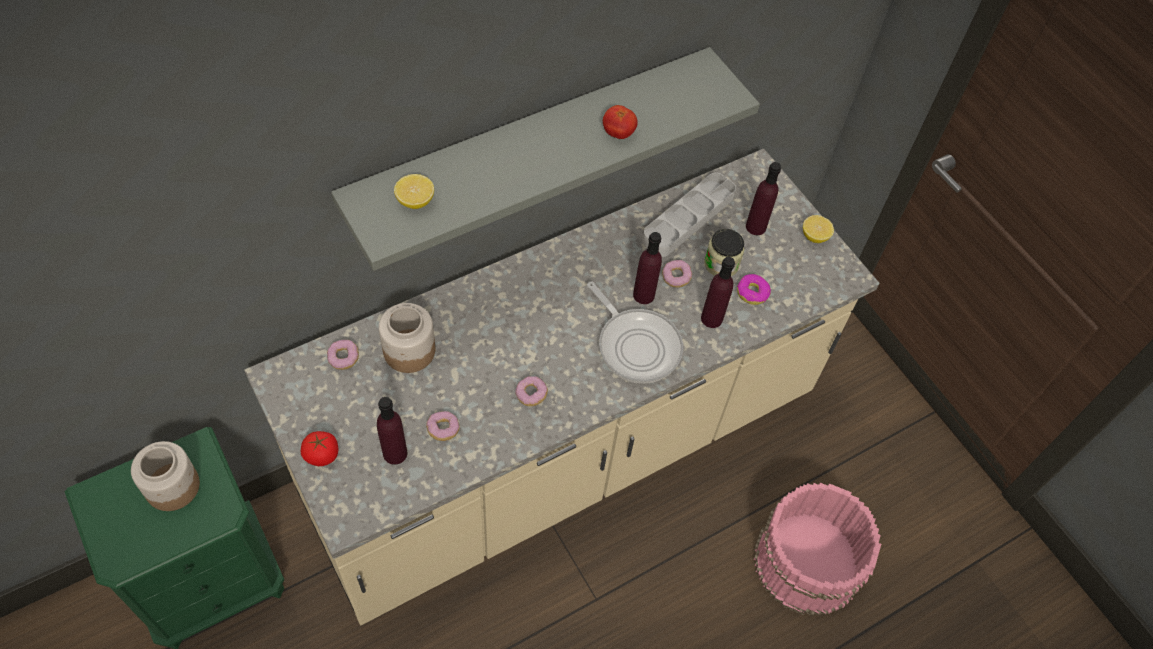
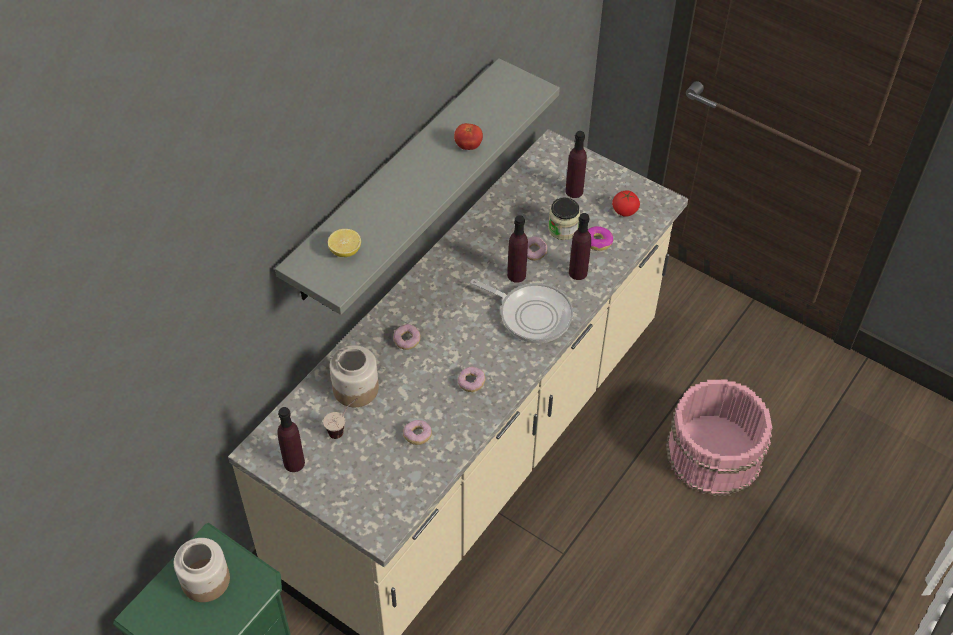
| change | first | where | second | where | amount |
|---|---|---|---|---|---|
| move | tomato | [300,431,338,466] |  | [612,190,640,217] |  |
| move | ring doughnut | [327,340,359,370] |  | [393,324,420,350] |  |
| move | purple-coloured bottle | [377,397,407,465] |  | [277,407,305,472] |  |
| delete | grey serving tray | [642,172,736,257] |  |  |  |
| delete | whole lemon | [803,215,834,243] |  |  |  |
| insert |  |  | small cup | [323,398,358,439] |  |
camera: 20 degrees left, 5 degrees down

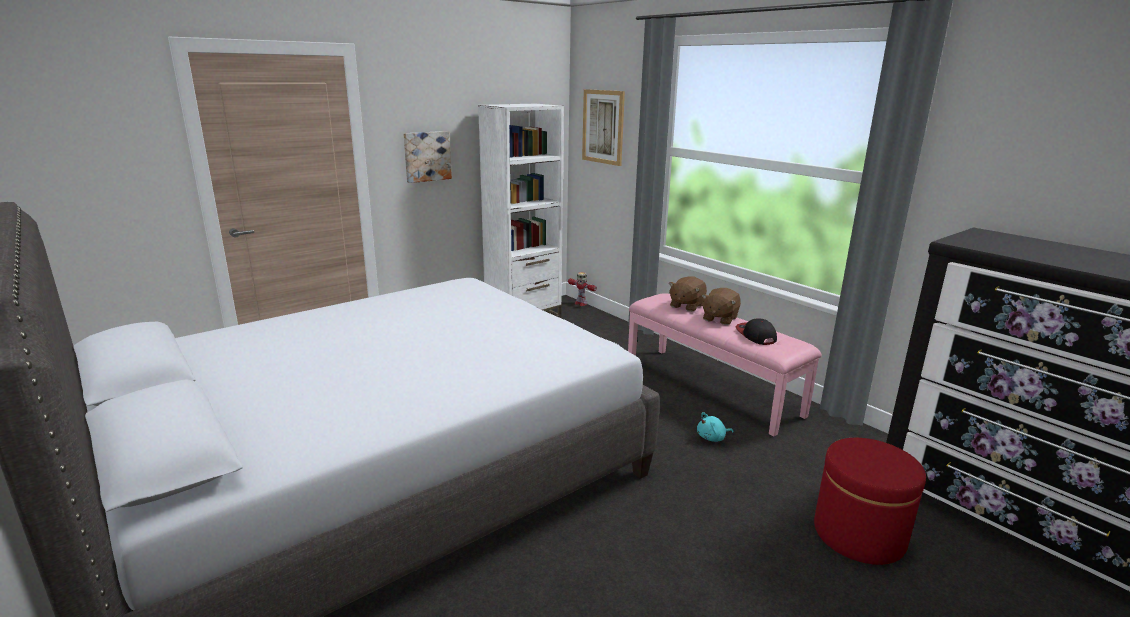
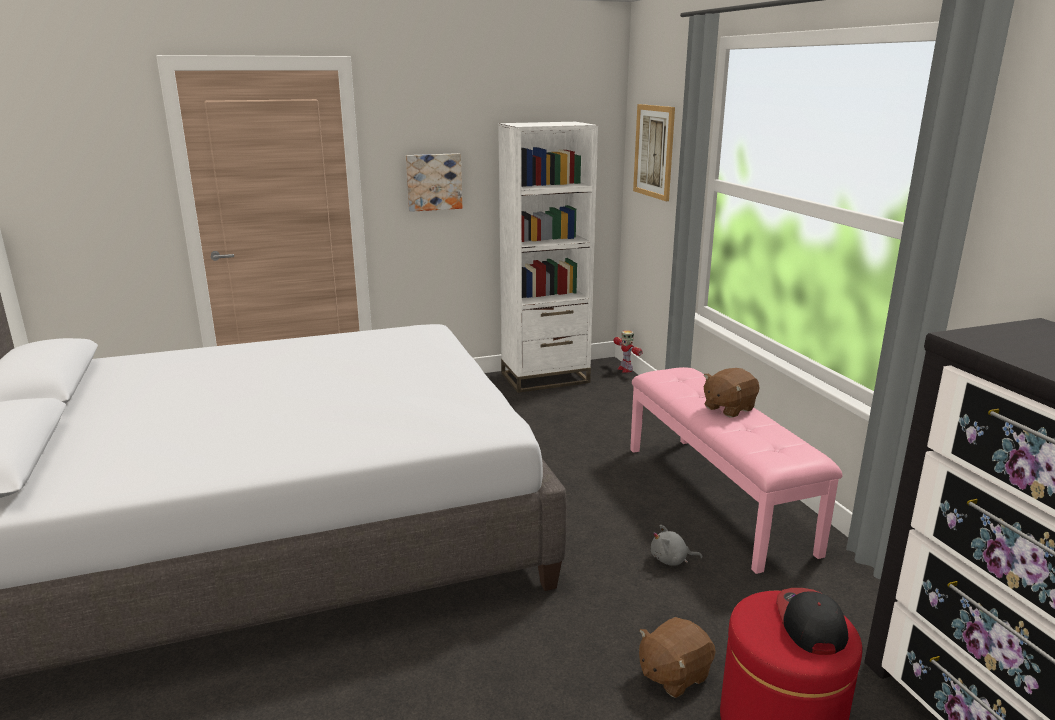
| change | first | where | second | where | amount |
|---|---|---|---|---|---|
| move | brown soft toy | [669,276,707,312] |  | [639,617,716,698] |  |
| recolor | turquoise-coloured soft toy | [697,412,733,442] | grey soft toy | [651,525,702,566] |  |
| move | baseball cap | [736,319,777,345] |  | [776,588,848,655] |  |
camera: 20 degrees right, 0 degrees up

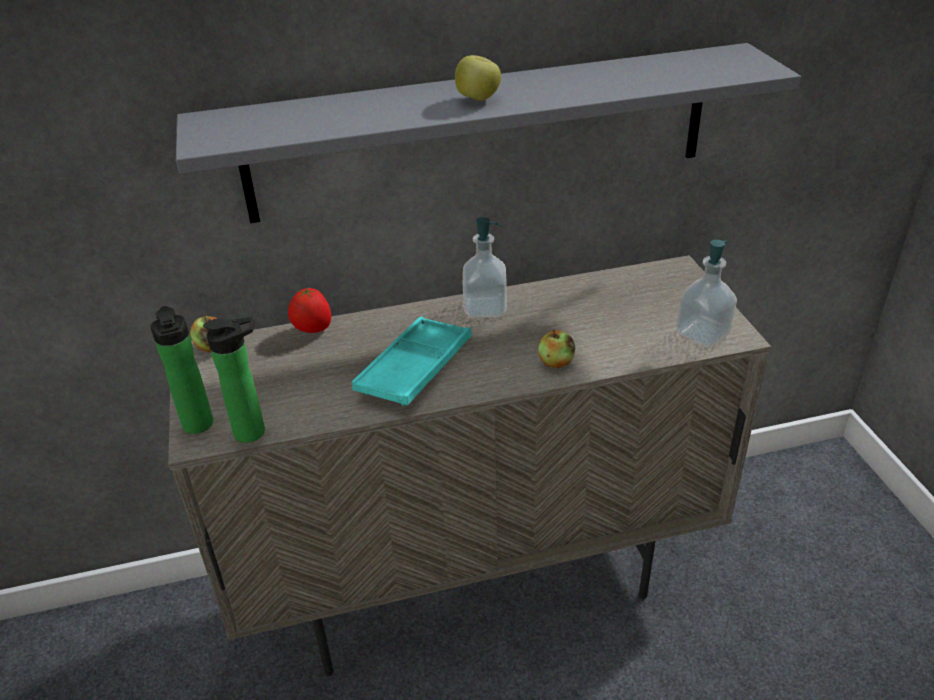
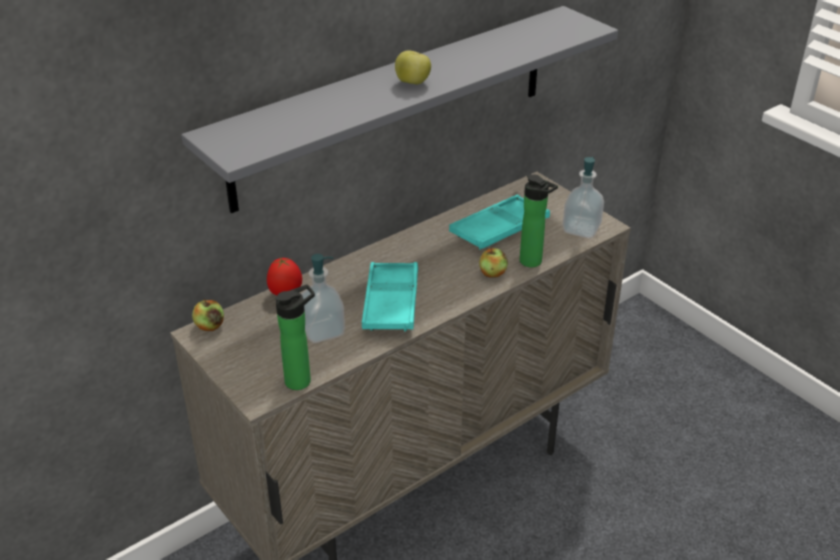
| change | first | where | second | where | amount |
|---|---|---|---|---|---|
| move | bottle | [150,306,213,434] |  | [520,174,558,267] |  |
| move | soap dispenser | [463,217,507,318] |  | [301,254,345,343] |  |
| insert |  |  | turquoise-coloured serving tray | [449,195,550,250] |  |
camera: 25 degrees left, 0 degrees up

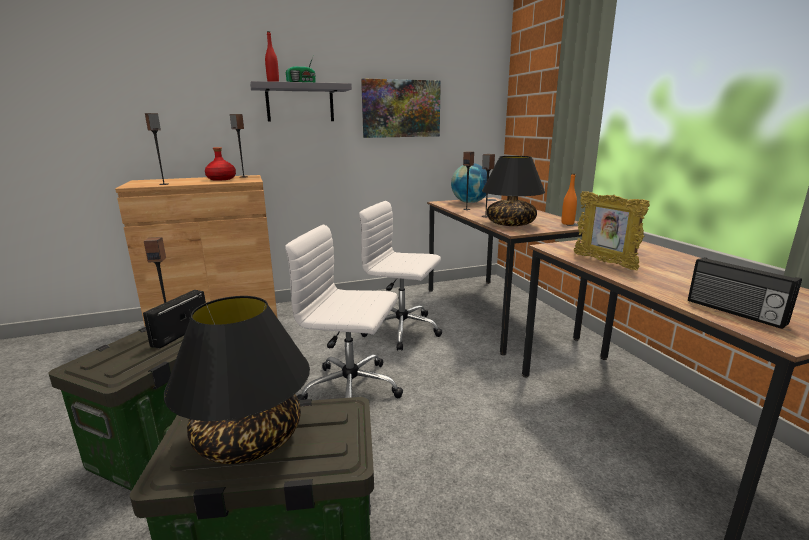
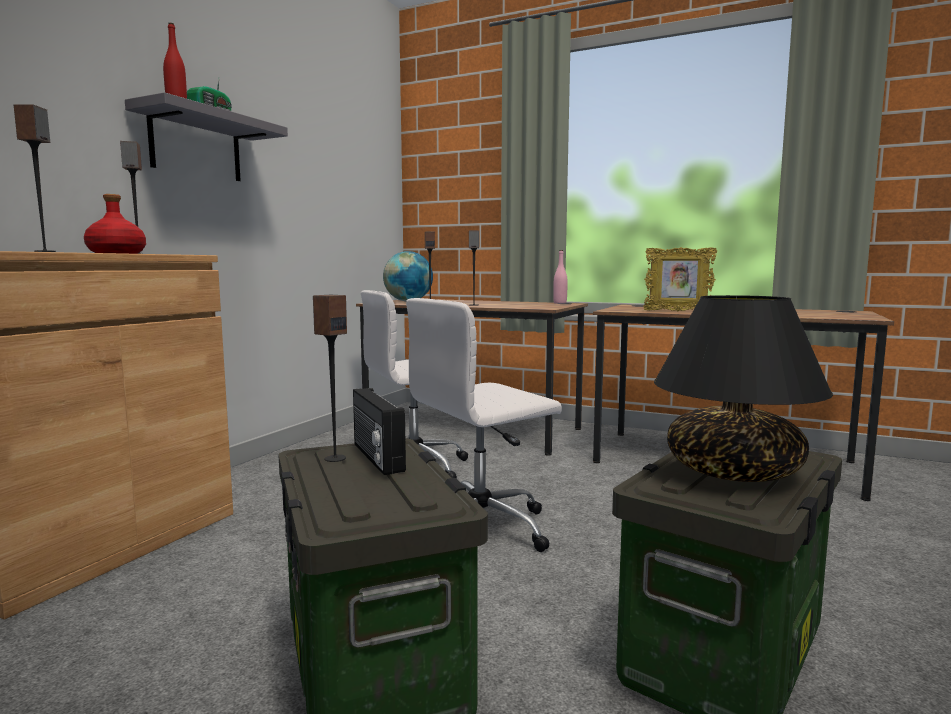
| change | first | where | second | where | amount |
|---|---|---|---|---|---|
| delete | wall art | [361,78,441,138] |  |  |  |
| delete | blackish tabletop lamp | [482,156,545,226] |  |  |  |
| recolor | orangey bottle | [561,173,577,225] | pinkish bottle | [553,250,568,304] |  |
| delete | radio receiver | [688,257,802,329] |  |  |  |
camera: 45 degrees left, 10 degrees down

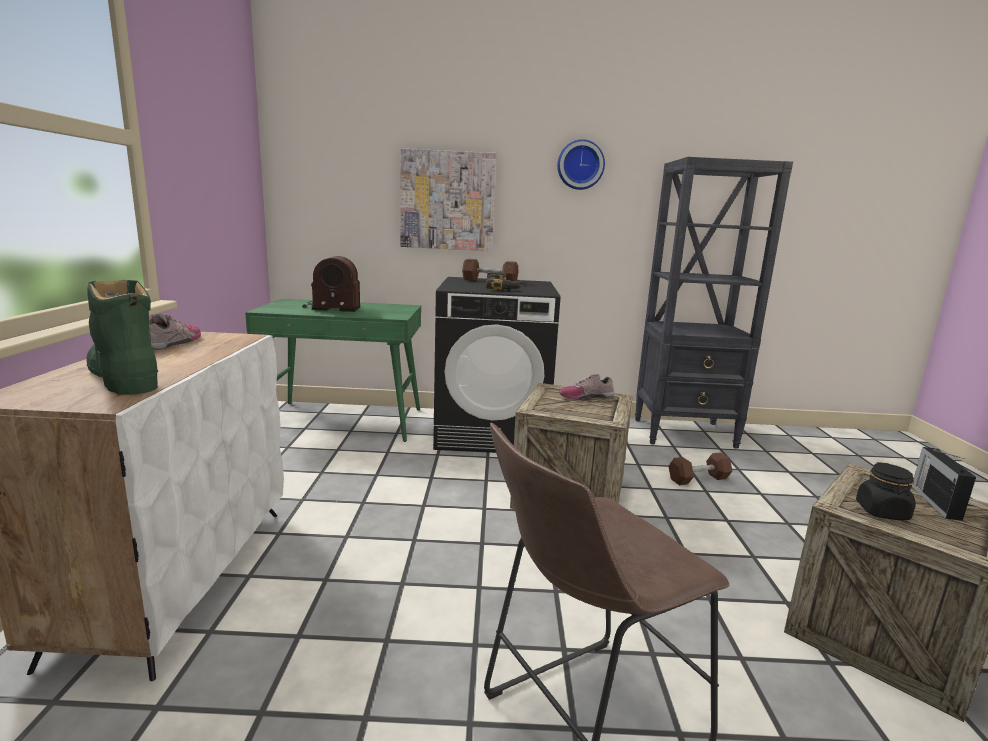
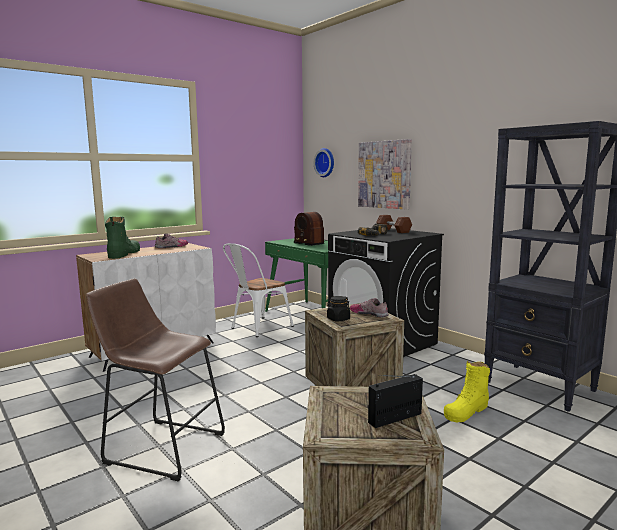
| change | first | where | second | where | amount |
|---|---|---|---|---|---|
| move | clock on the wall | [557,139,605,190] |  | [314,148,334,177] |  |
| replace | brown free weight | [668,452,733,485] | yellow-coloured high-top boot | [444,361,490,423] |  |
| move | blackish preserve jar | [856,462,915,520] |  | [327,296,350,322] |  |
| insert |  |  | white upright chair | [223,243,294,337] |  |
camera: 50 degrees right, 5 degrees down

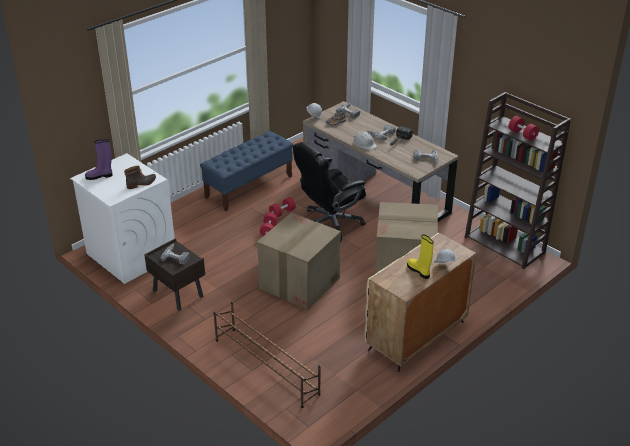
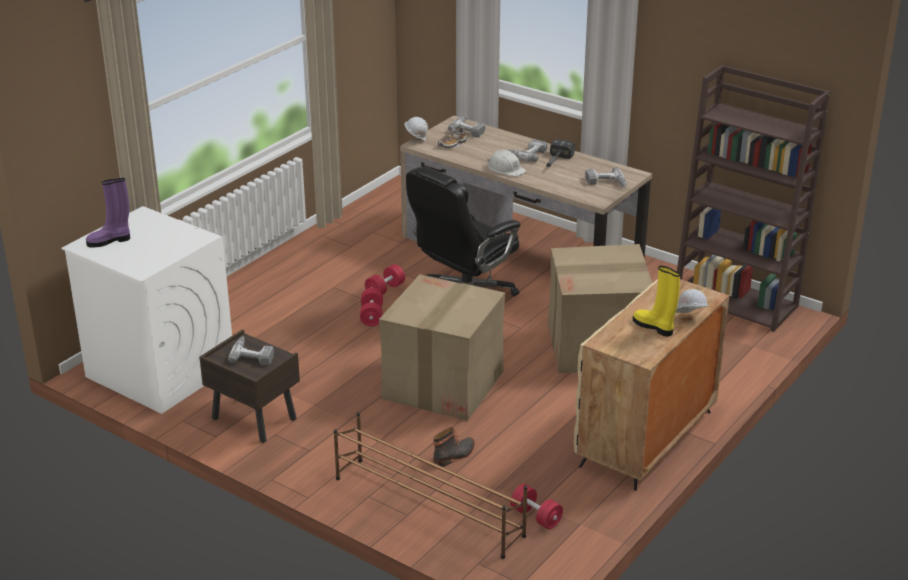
| change | first | where | second | where | amount |
|---|---|---|---|---|---|
| move | high-top boot | [124,166,156,189] |  | [433,427,475,467] |  |
| delete | bluish long seat | [200,131,293,211] |  |  |  |
| move | red-coloured free weight | [509,116,539,141] |  | [510,484,563,529] |  |
camera: 10 degrees left, 5 degrees down

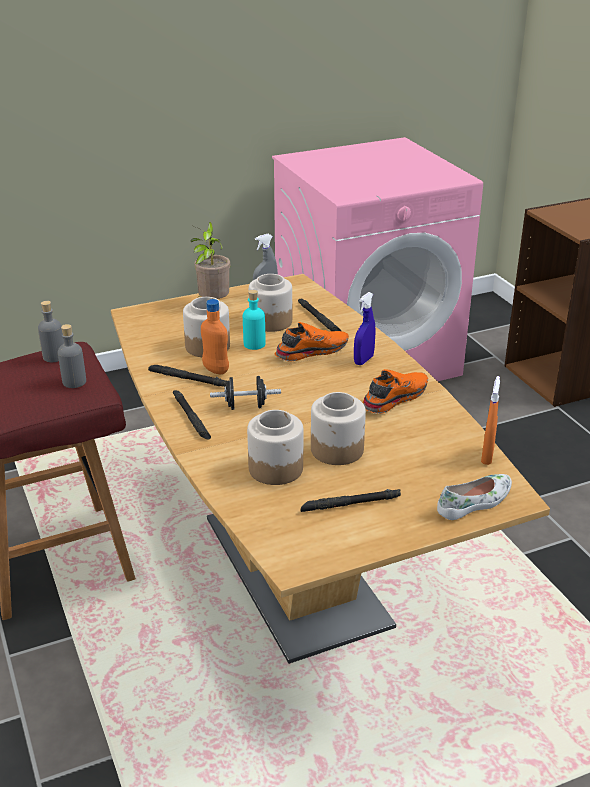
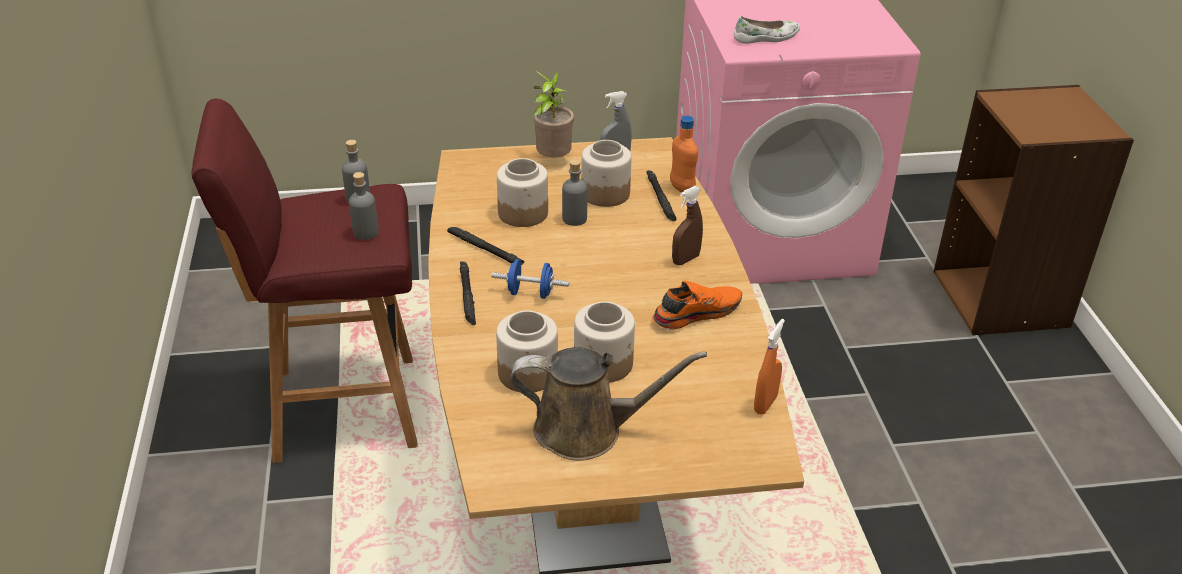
| change | first | where | second | where | amount |
|---|---|---|---|---|---|
| move | orangey bottle | [201,299,229,374] |  | [670,116,698,192] |  |
| recolor | blackish free weight | [210,376,281,410] | bluish free weight | [491,259,569,299] |  |
| recolor | turquoise-coloured bottle | [243,290,265,350] | grey bottle | [562,159,587,226] |  |
| delete | orangey shoe | [275,322,349,361] |  |  |  |
| replace | blackish hand torch | [301,489,401,512] | brown sprinkling can | [510,347,707,461] |  |
| recolor | bluish hand sprayer | [354,292,376,365] | brown hand sprayer | [672,186,703,265] |  |
| move | white shoe | [437,474,512,520] |  | [734,16,800,44] |  |
camera: 15 degrees right, 5 degrees up

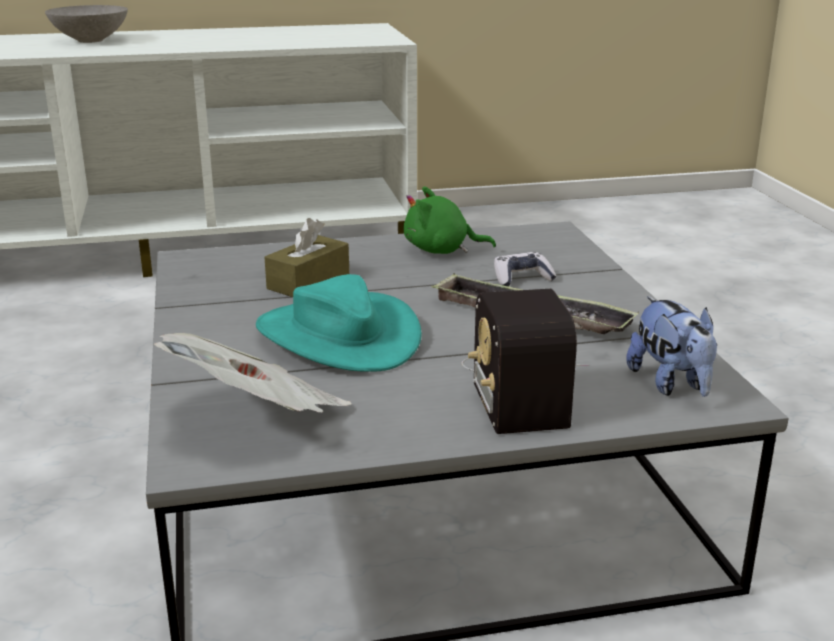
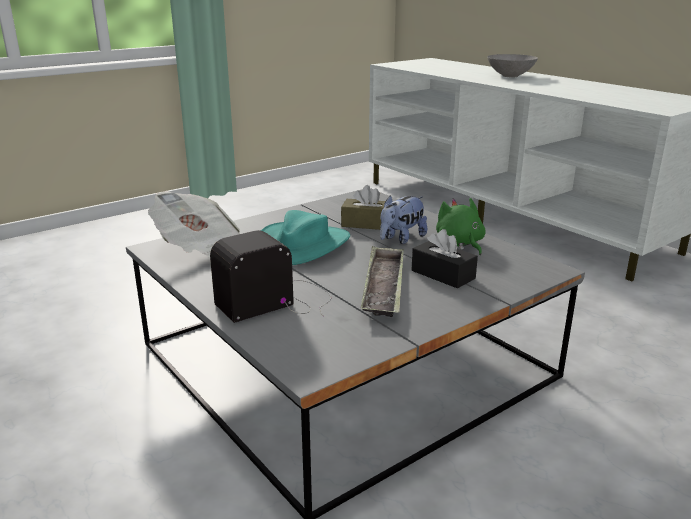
| change | first | where | second | where | amount |
|---|---|---|---|---|---|
| replace | gamepad | [494,252,557,286] | blackish tissue holder | [412,229,478,289] |  |
| move | soft toy | [626,296,717,397] |  | [380,196,427,244] |  |
camera: 65 degrees right, 0 degrees up

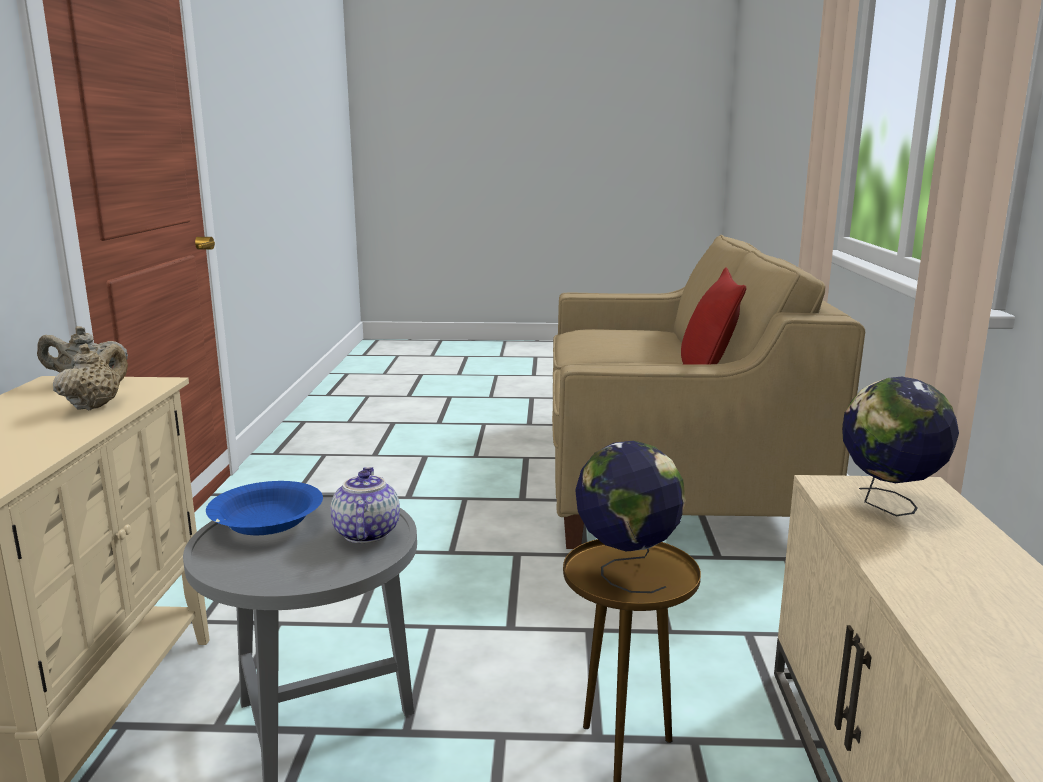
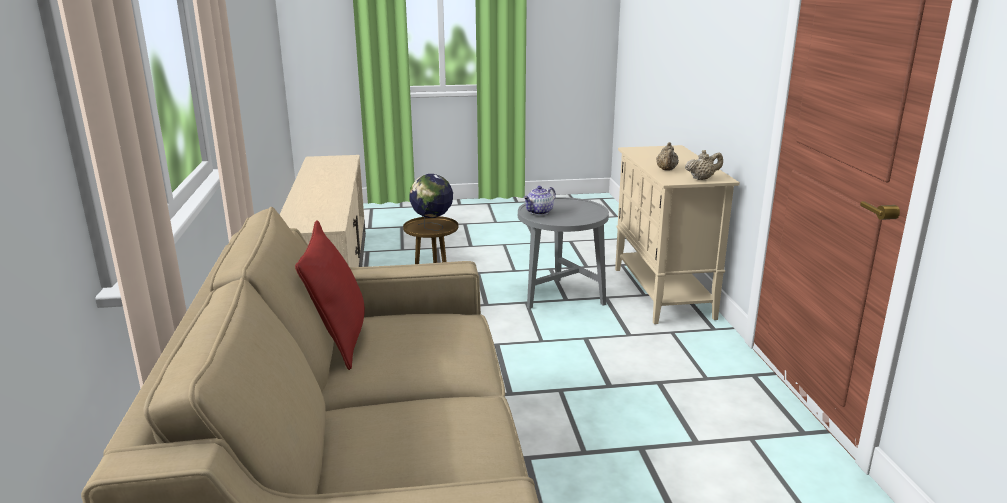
| change | first | where | second | where | amount |
|---|---|---|---|---|---|
| delete | bluish serving bowl | [206,481,323,535] |  |  |  |
| rotate | teapot | [330,467,400,543] |  | [523,186,556,215] | 60 degrees clockwise |
| delete | desk globe | [842,377,959,516] |  |  |  |
camera: 170 degrees right, 5 degrees up

